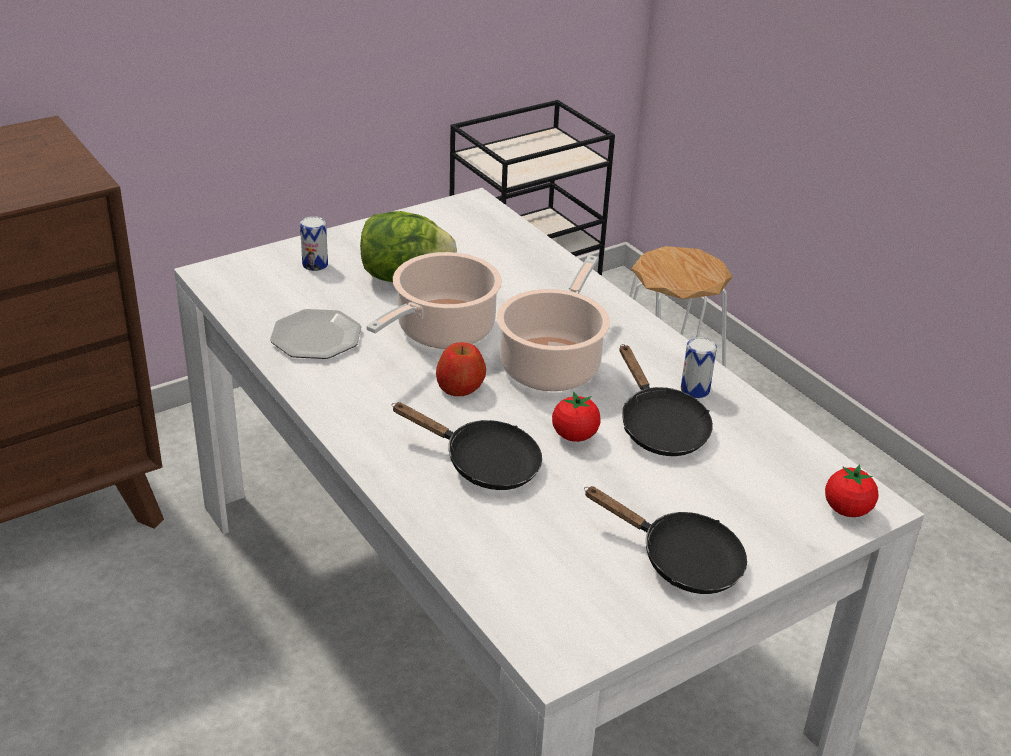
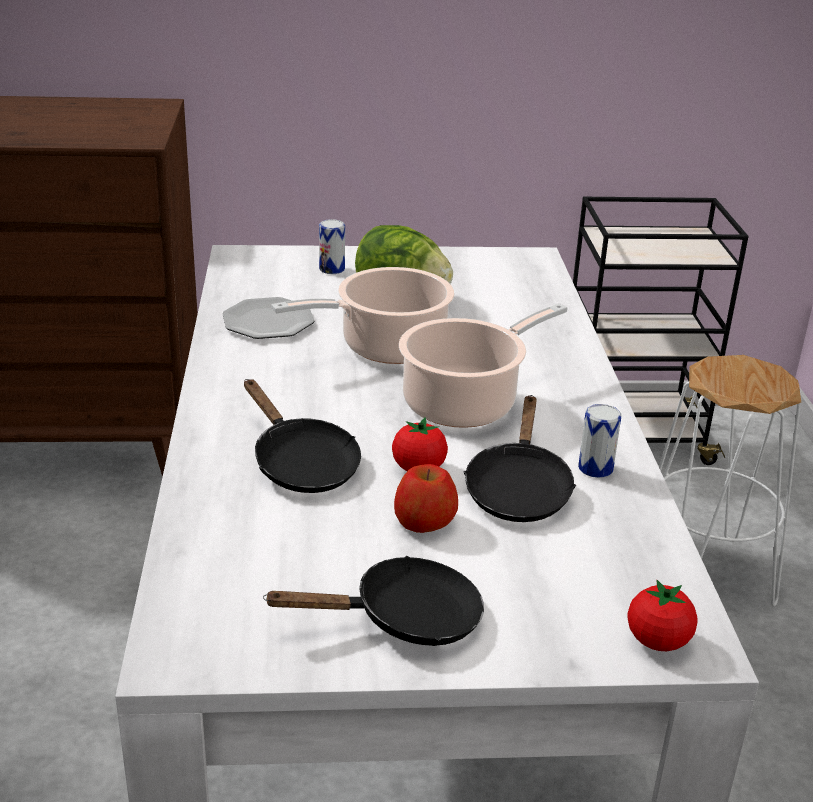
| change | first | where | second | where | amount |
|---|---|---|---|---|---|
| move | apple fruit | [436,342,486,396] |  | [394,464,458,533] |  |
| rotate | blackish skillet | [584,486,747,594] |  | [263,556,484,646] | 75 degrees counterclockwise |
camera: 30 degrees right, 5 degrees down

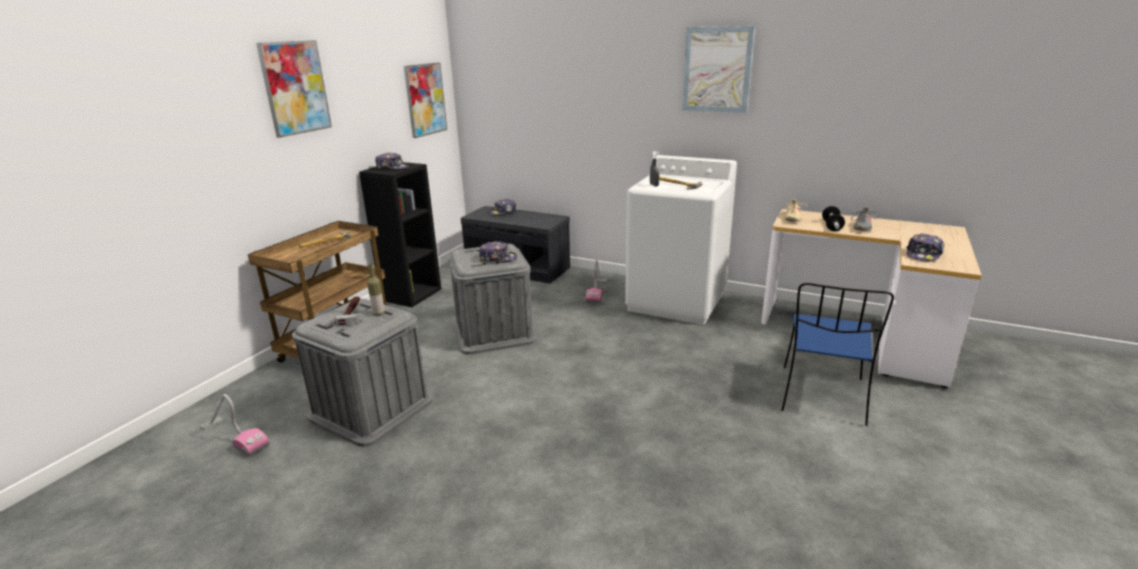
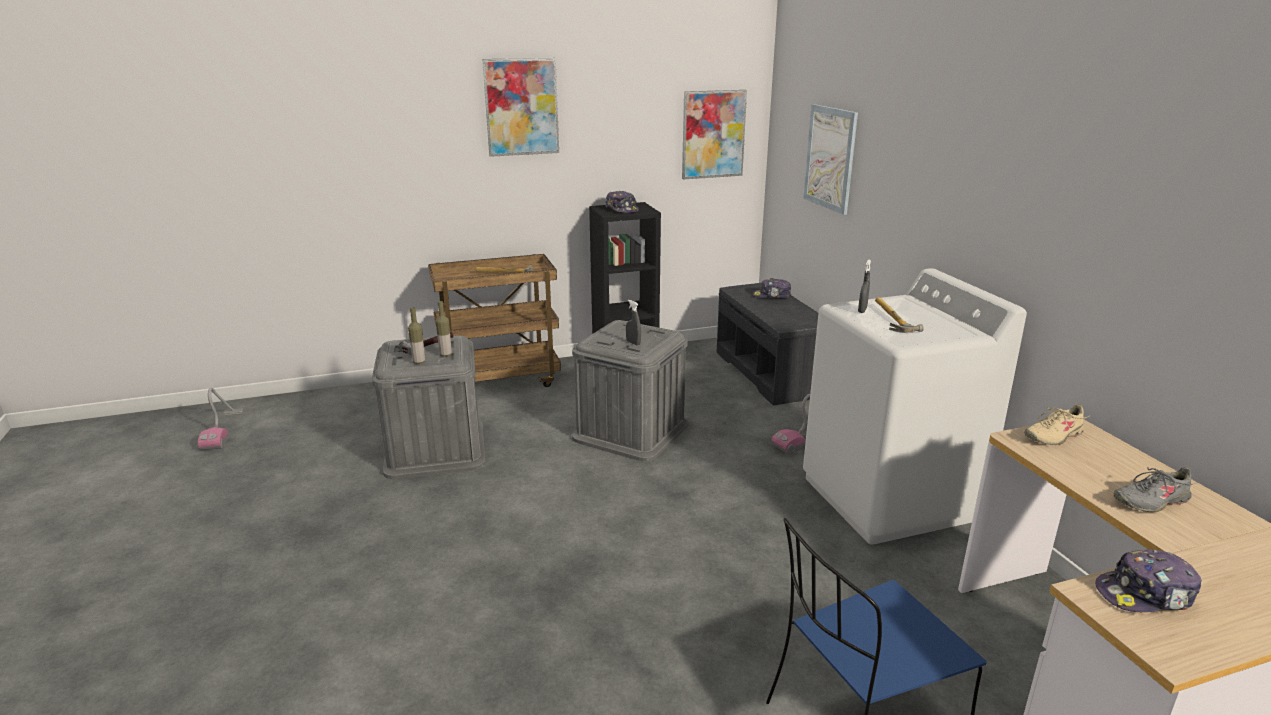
| change | first | where | second | where | amount |
|---|---|---|---|---|---|
| move | vacuum cleaner | [200,394,269,457] |  | [198,388,244,450] |  |
| replace | baseball cap | [479,241,517,262] | grey hand sprayer | [626,300,641,346] |  |
| move | wall art | [682,26,755,113] |  | [803,104,858,215] |  |
| delete | free weight | [822,206,845,231] |  |  |  |
| insert |  |  | bottle | [408,307,425,364] |  |
camera: 45 degrees right, 0 degrees up

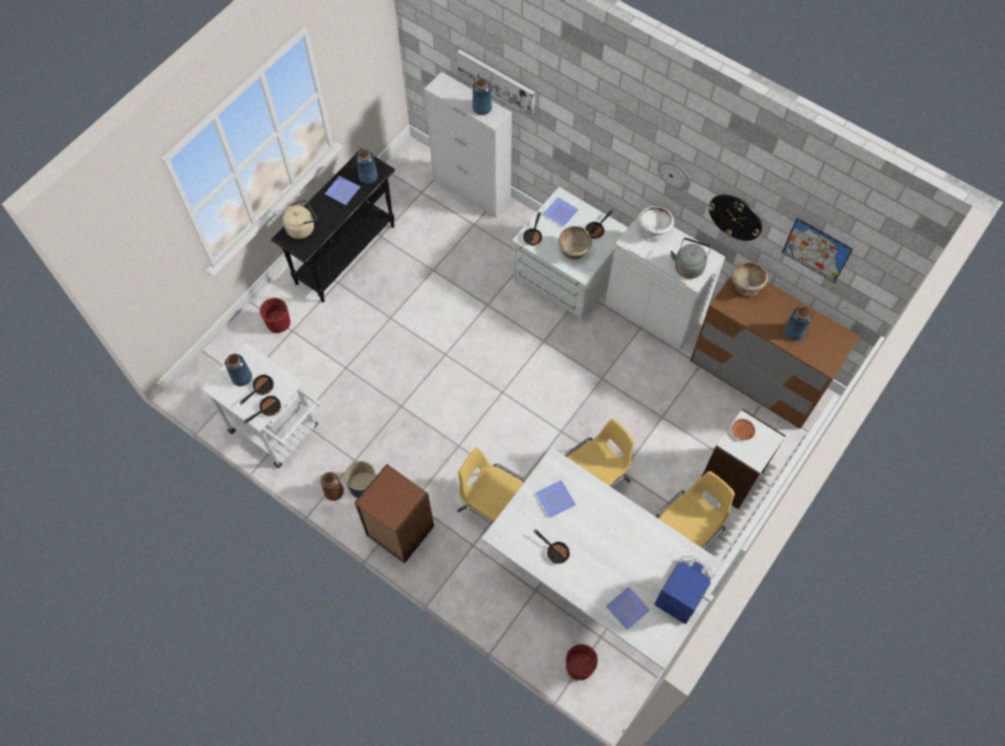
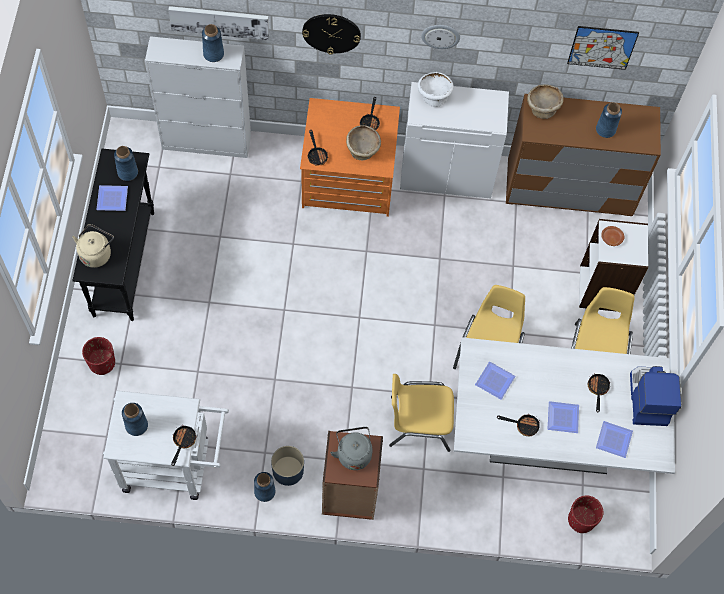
| change | first | where | second | where | amount |
|---|---|---|---|---|---|
| move | skillet | [240,375,274,405] |  | [588,373,610,412] |  |
| recolor | brown flower vase | [320,472,344,501] | bluish flower vase | [254,472,276,502] |  |
| recolor | white drawer chest | [512,187,628,322] | orangey drawer chest | [300,98,400,217] |  |
| move | flat dish | [543,197,579,227] |  | [548,401,579,433] |  |
| move | grey water kettle | [670,238,711,279] |  | [330,427,373,470] |  |
| move | clock on the wall | [708,195,762,241] |  | [302,14,361,55] |  |
camera: 35 degrees left, 0 degrees up

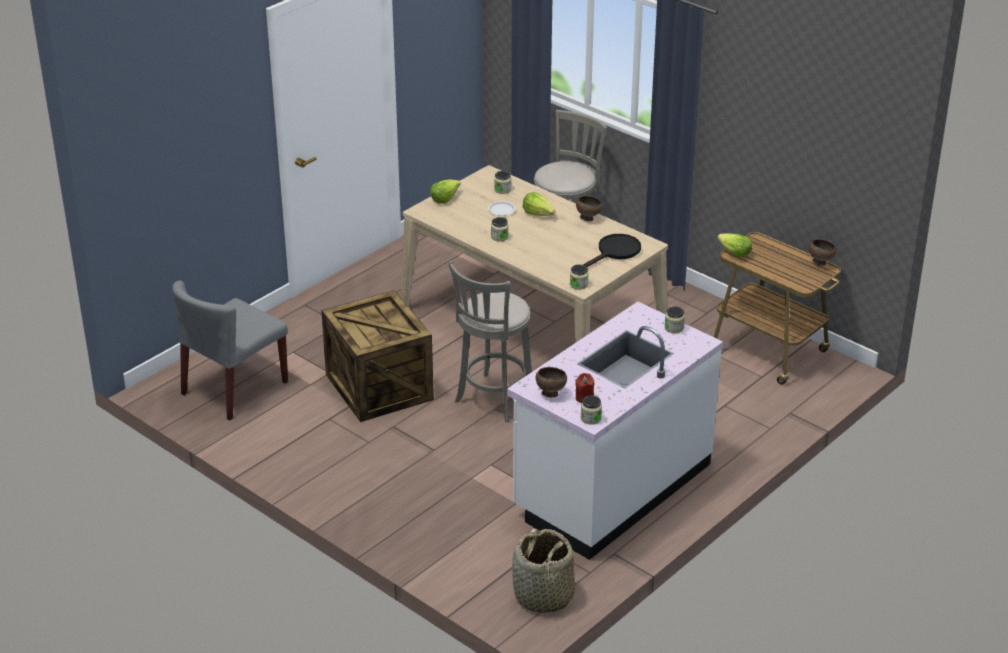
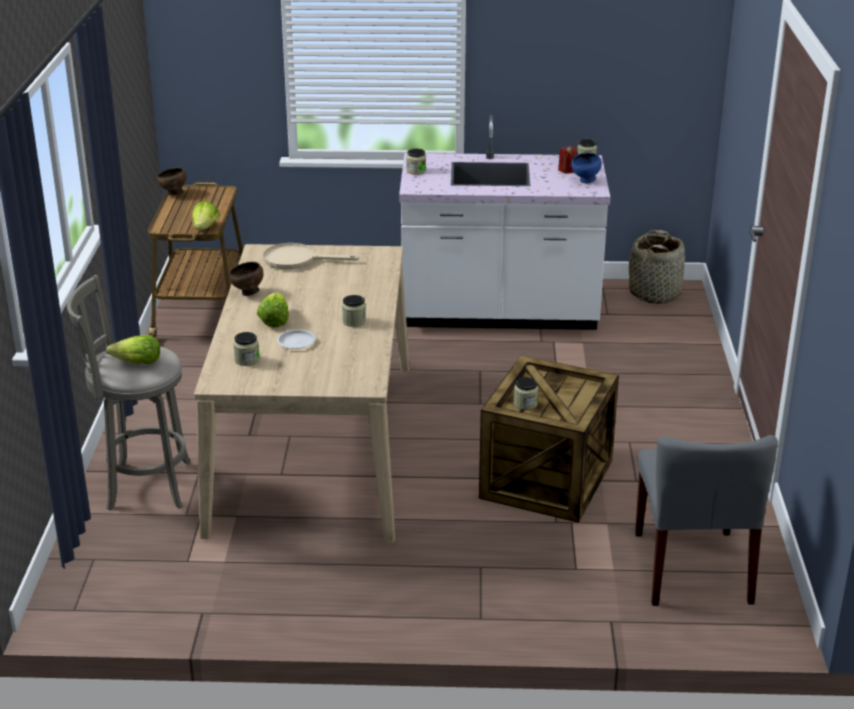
| change | first | where | second | where | amount |
|---|---|---|---|---|---|
| rotate | grey upright chair | [172,281,288,421] |  | [635,435,778,606] | 90 degrees clockwise |
| move | lettuce | [430,179,461,204] |  | [106,335,160,364] |  |
| delete | grey stool | [449,261,532,422] |  |  |  |
| recolor | brown serving bowl | [536,367,567,397] | bluish serving bowl | [571,152,602,183] |  |
| move | preserve jar | [570,264,589,290] |  | [514,377,538,410] |  |
| recolor | blackish skillet | [583,234,641,267] | beige skillet | [263,243,359,269] |  |
camera: 130 degrees left, 5 degrees down

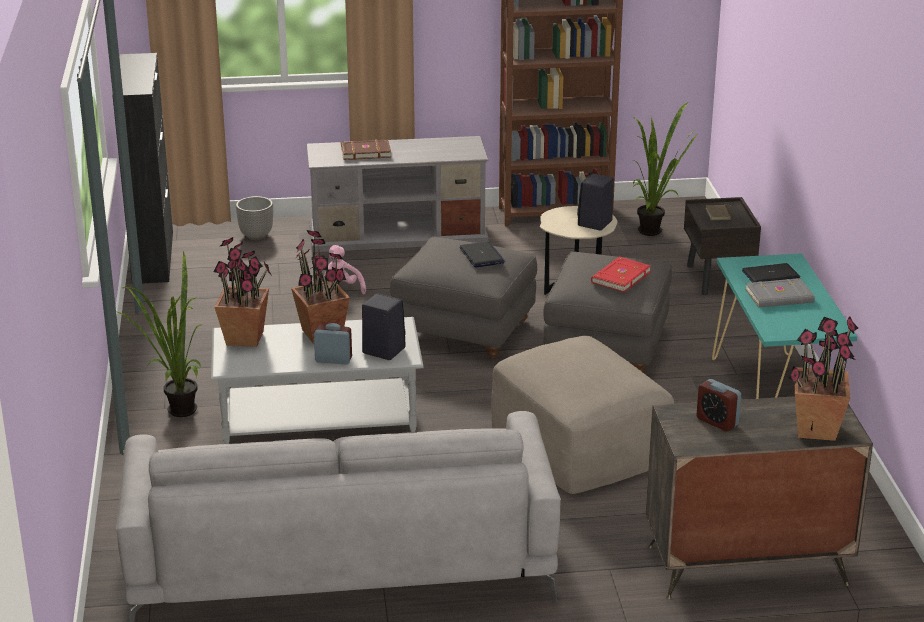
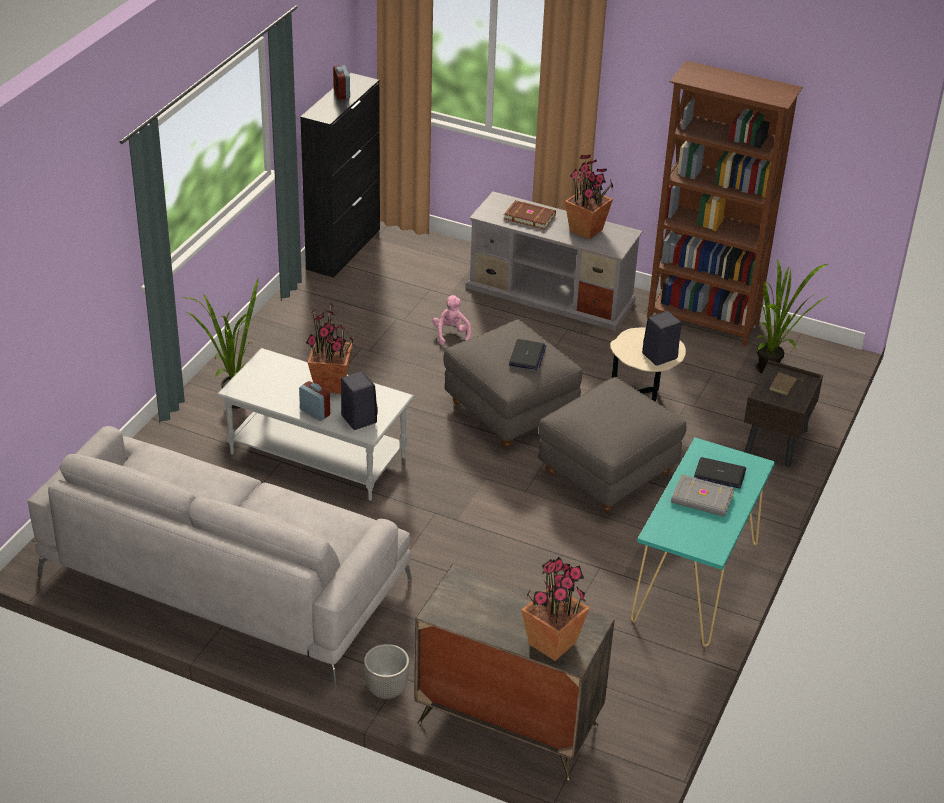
| change | first | where | second | where | amount |
|---|---|---|---|---|---|
| move | potted plant | [214,237,271,347] |  | [565,155,613,240] |  |
| move | plant pot | [236,196,273,240] |  | [364,644,410,699] |  |
| delete | beige footrest | [491,336,674,494] |  |  |  |
| delete | red-coloured bound book | [591,257,651,293] |  |  |  |
| move | table clock | [696,379,741,431] |  | [333,65,350,100] |  |
camera: 30 degrees right, 10 degrees up

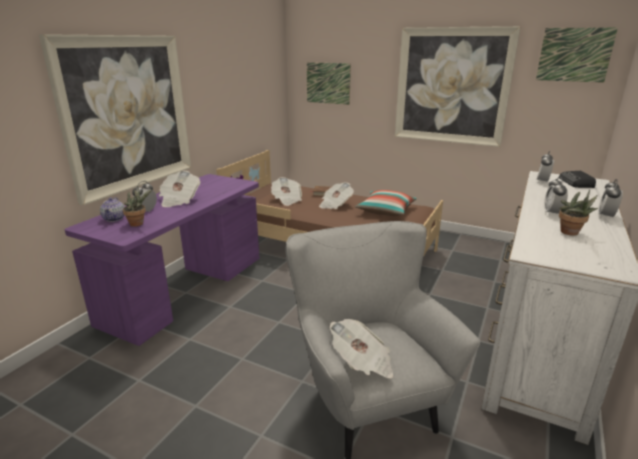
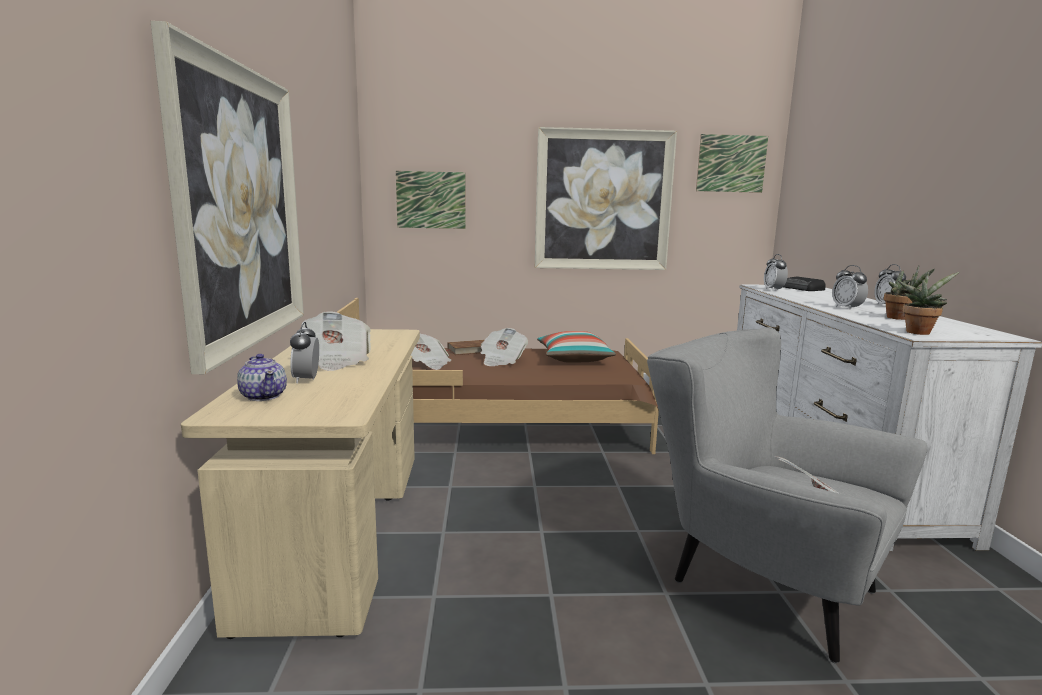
| change | first | where | second | where | amount |
|---|---|---|---|---|---|
| recolor | purple-coloured desk | [64,174,259,346] | beige desk | [181,329,420,639] |  |
| move | potted plant | [123,186,152,227] |  | [898,271,959,335] |  |
camera: 30 degrees left, 10 degrees down

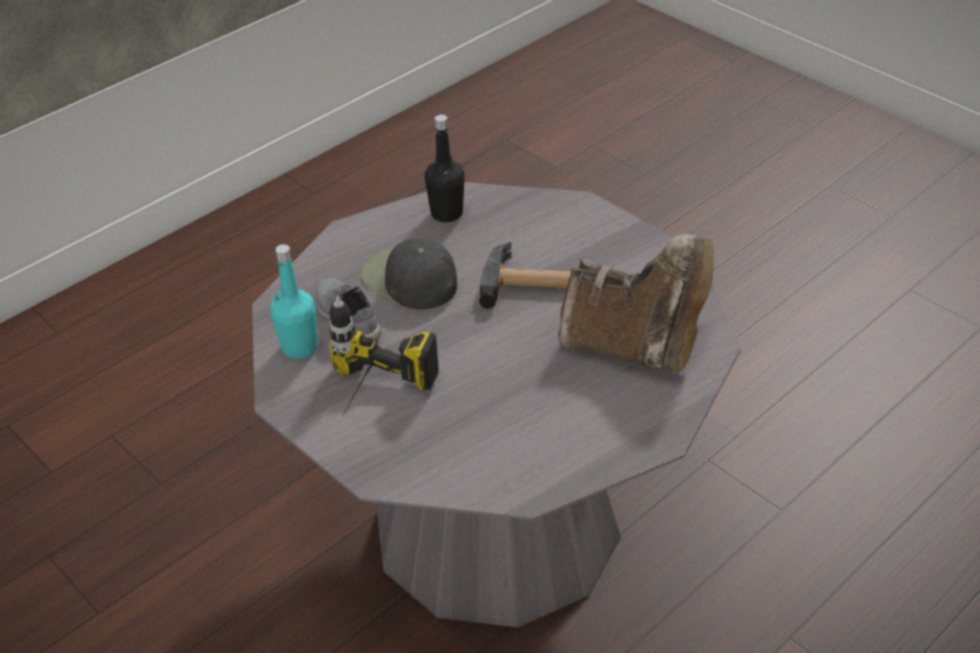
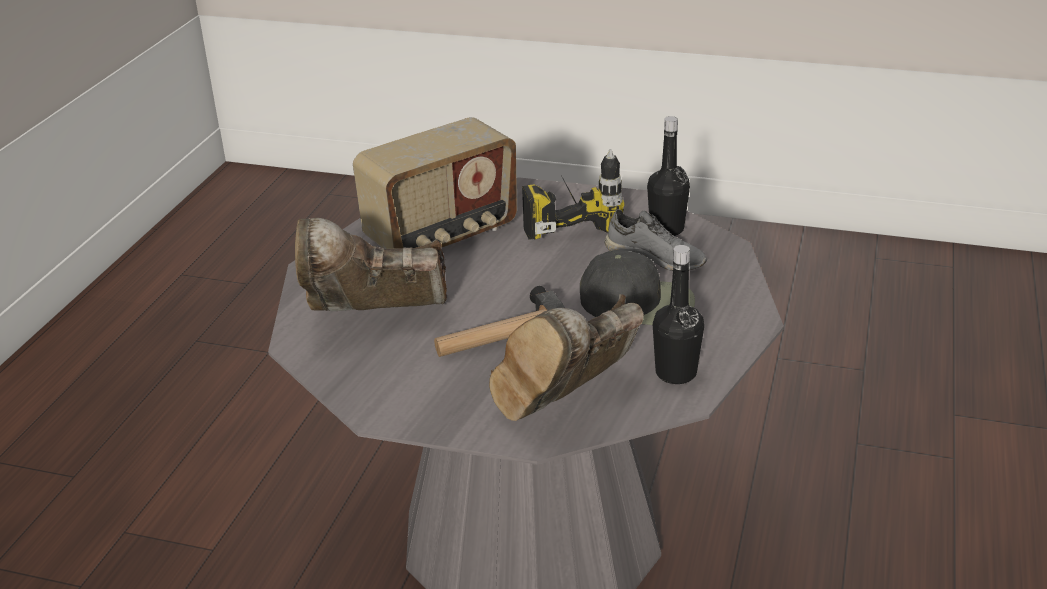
| change | first | where | second | where | amount |
|---|---|---|---|---|---|
| recolor | turquoise-coloured bottle | [270,244,317,359] | blackish bottle | [647,116,690,236] |  |
| insert |  |  | radio receiver | [353,117,517,249] |  |
| insert |  |  | brown high-top boot | [489,294,644,421] |  |
camera: 150 degrees right, 10 degrees down

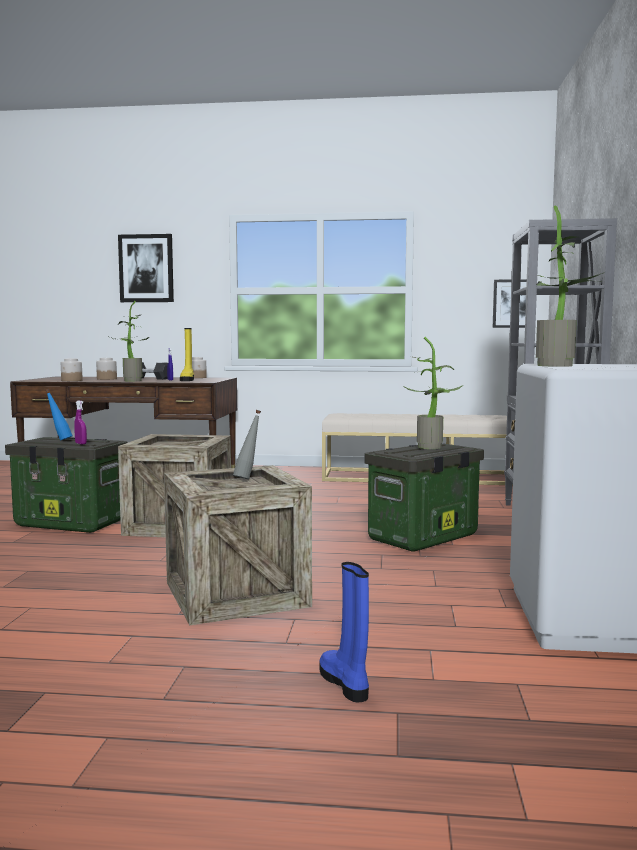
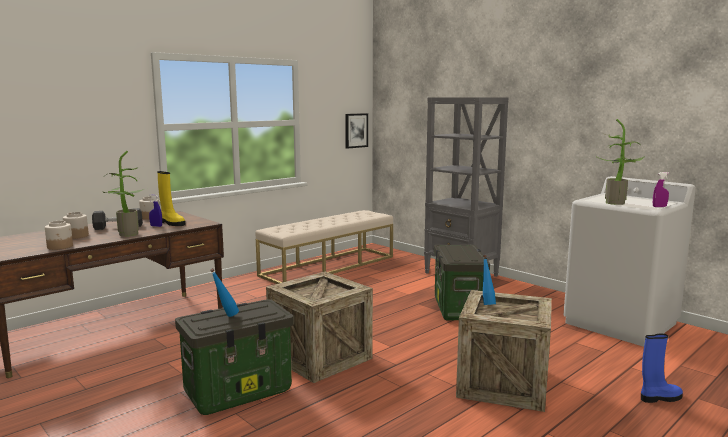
| change | first | where | second | where | amount |
|---|---|---|---|---|---|
| move | purple-coloured hand sprayer | [74,401,87,445] |  | [653,172,669,207] |  |
| delete | wall art | [118,234,174,302] |  |  |  |
| recolor | grey bottle | [233,410,261,479] | bluish bottle | [483,255,496,305] |  |
| rotate | bluish high-top boot | [320,562,369,702] |  | [641,334,683,403] | 150 degrees clockwise |
| delete | potted plant | [403,337,464,449] |  |  |  |
camera: 50 degrees left, 5 degrees up

